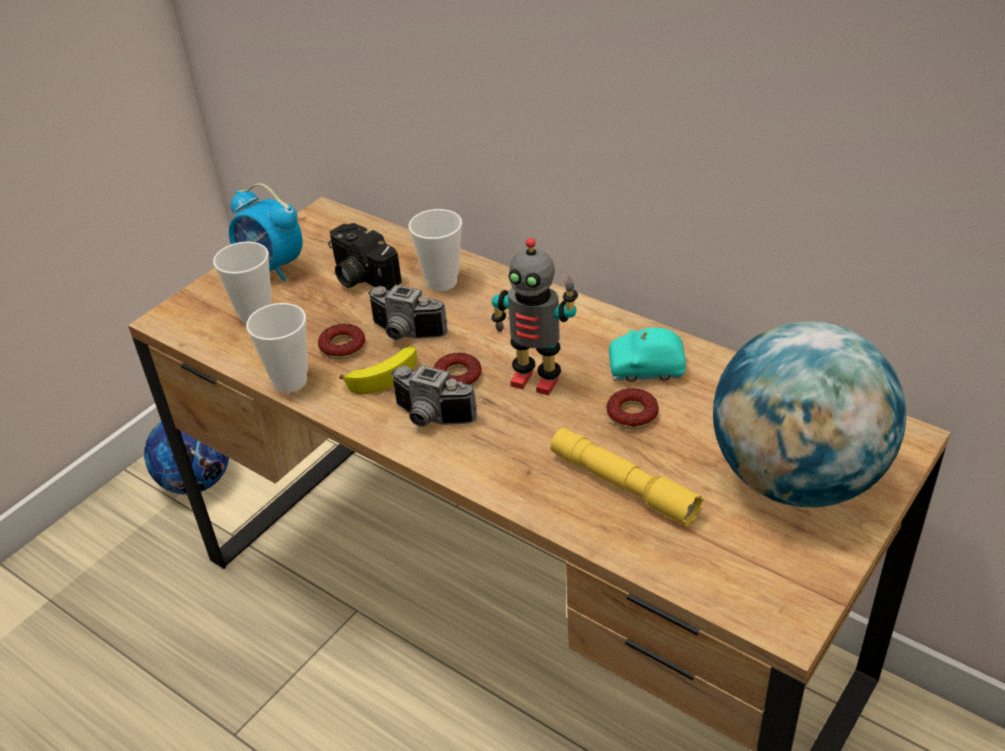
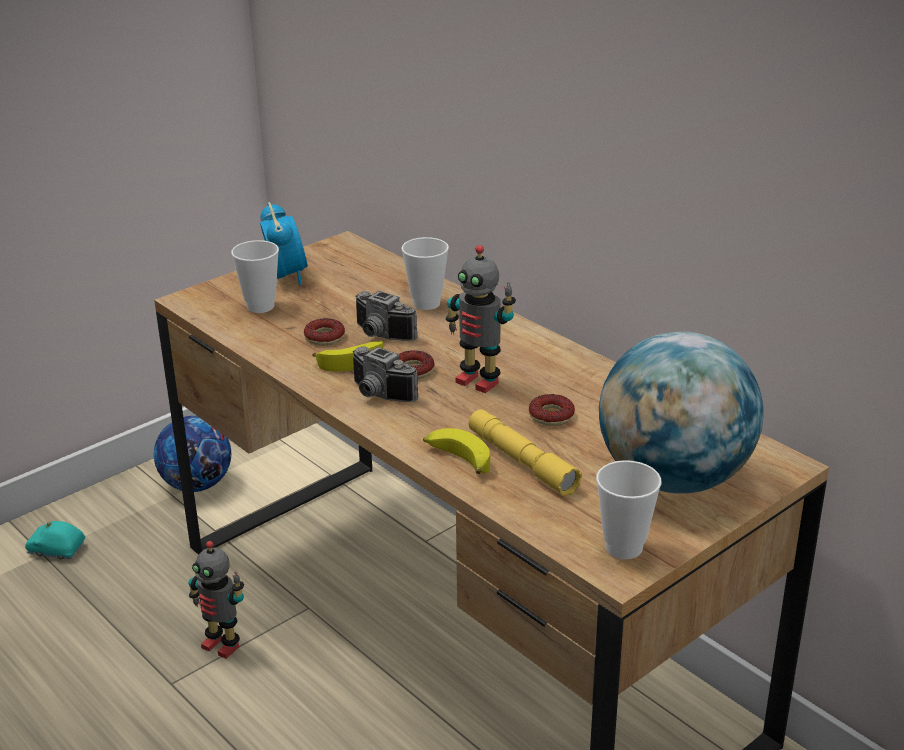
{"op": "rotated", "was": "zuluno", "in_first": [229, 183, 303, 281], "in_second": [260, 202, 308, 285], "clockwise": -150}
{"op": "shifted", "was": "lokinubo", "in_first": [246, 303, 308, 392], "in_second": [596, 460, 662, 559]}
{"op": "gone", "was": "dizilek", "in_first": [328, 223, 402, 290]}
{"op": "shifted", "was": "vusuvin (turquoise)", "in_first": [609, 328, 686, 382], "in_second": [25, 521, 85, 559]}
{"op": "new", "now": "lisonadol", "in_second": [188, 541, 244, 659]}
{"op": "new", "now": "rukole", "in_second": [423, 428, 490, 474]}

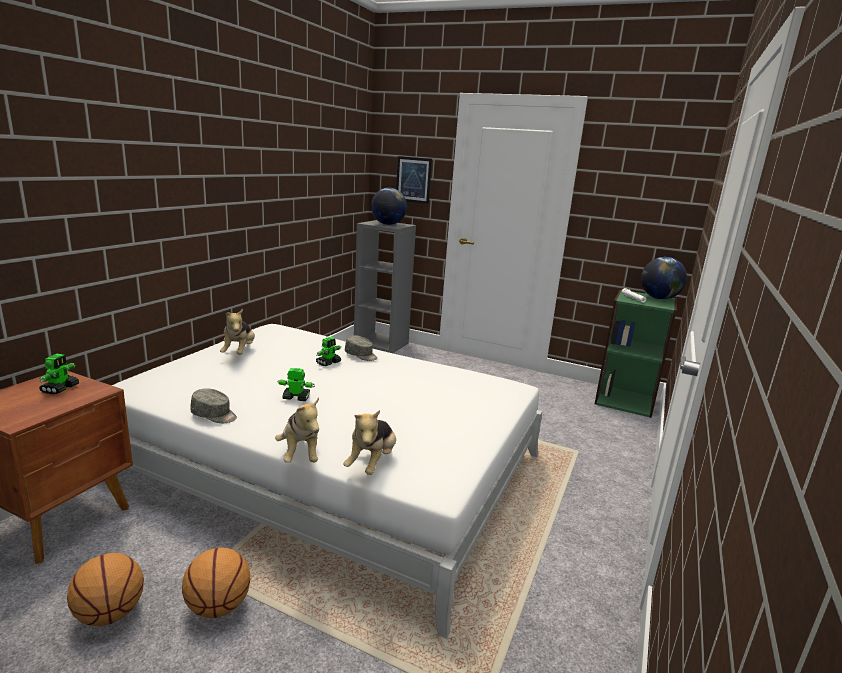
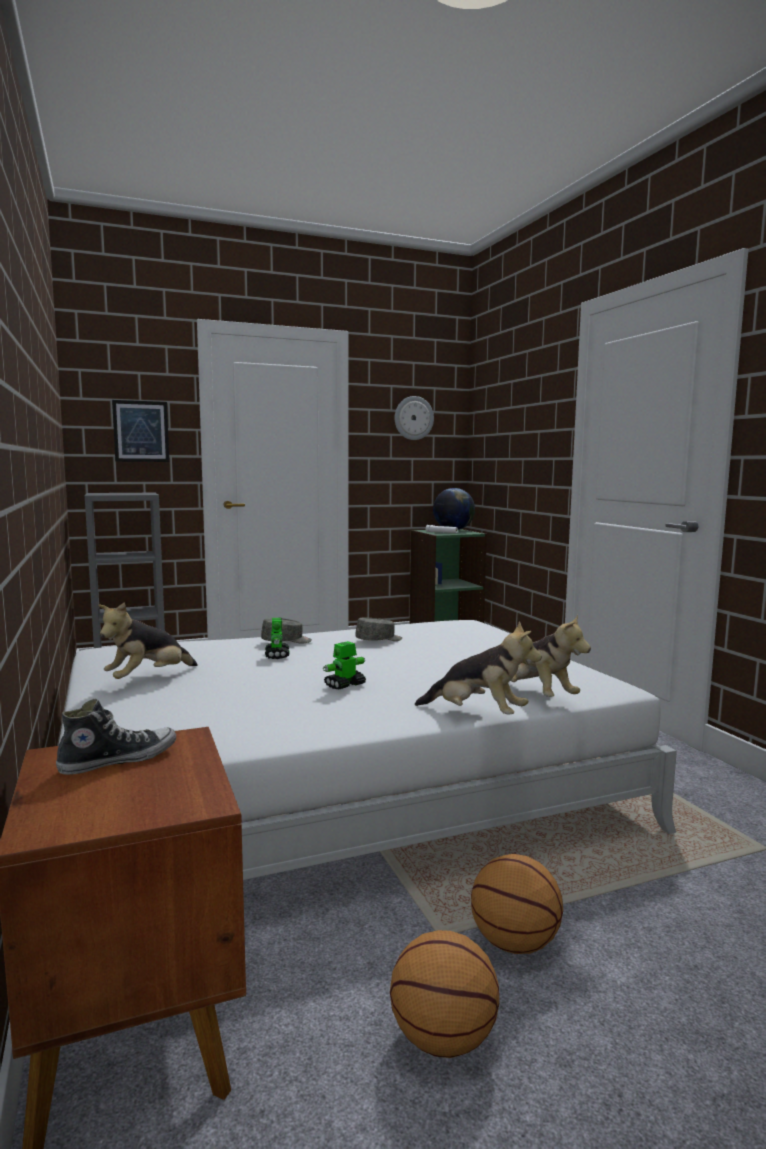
{"op": "swapped", "was": "lisonadol", "now": "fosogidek", "in_first": [39, 354, 79, 394], "in_second": [56, 699, 176, 775]}
{"op": "shifted", "was": "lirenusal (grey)", "in_first": [191, 388, 237, 423], "in_second": [355, 617, 402, 641]}
{"op": "rotated", "was": "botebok", "in_first": [220, 309, 255, 355], "in_second": [98, 602, 197, 679], "clockwise": 90}
{"op": "gone", "was": "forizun", "in_first": [371, 188, 407, 225]}
{"op": "new", "now": "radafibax", "in_second": [395, 396, 434, 440]}

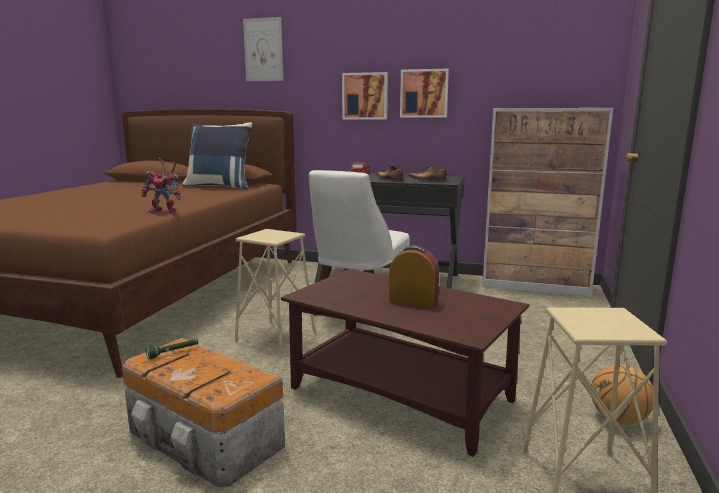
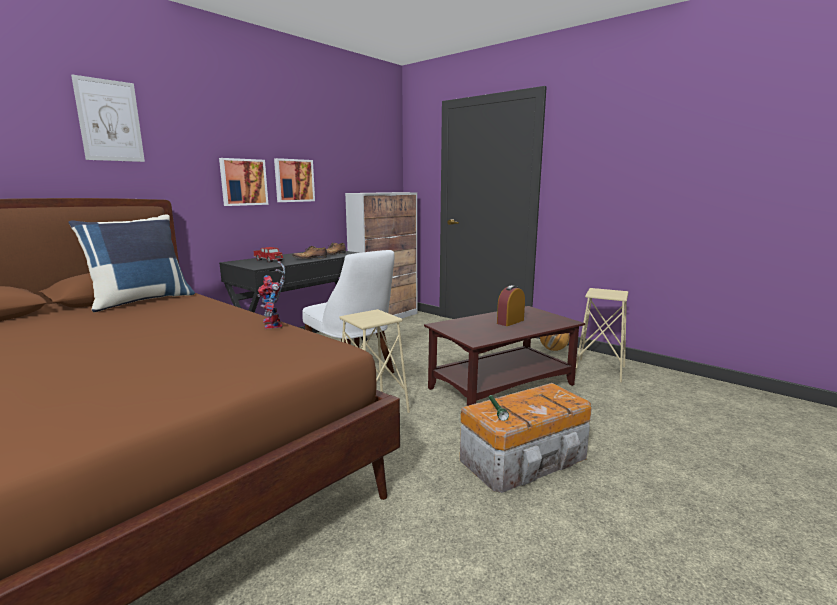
{"op": "rotated", "was": "lisonadol", "in_first": [142, 158, 181, 214], "in_second": [257, 261, 286, 329], "clockwise": 120}

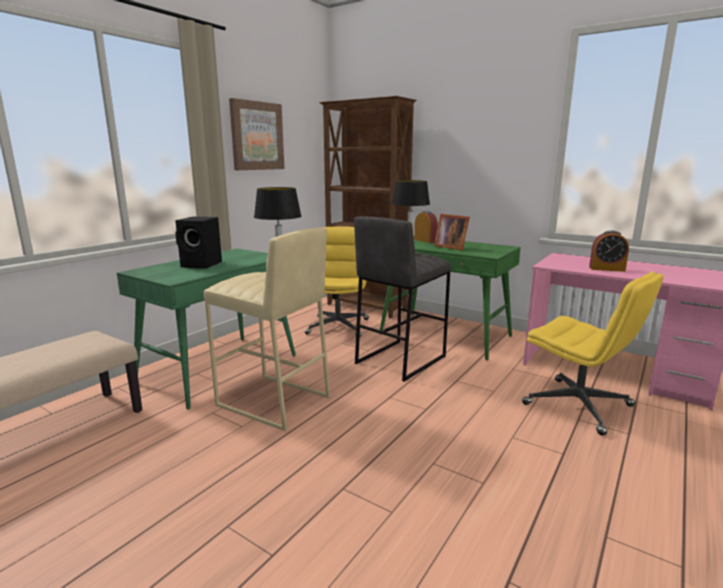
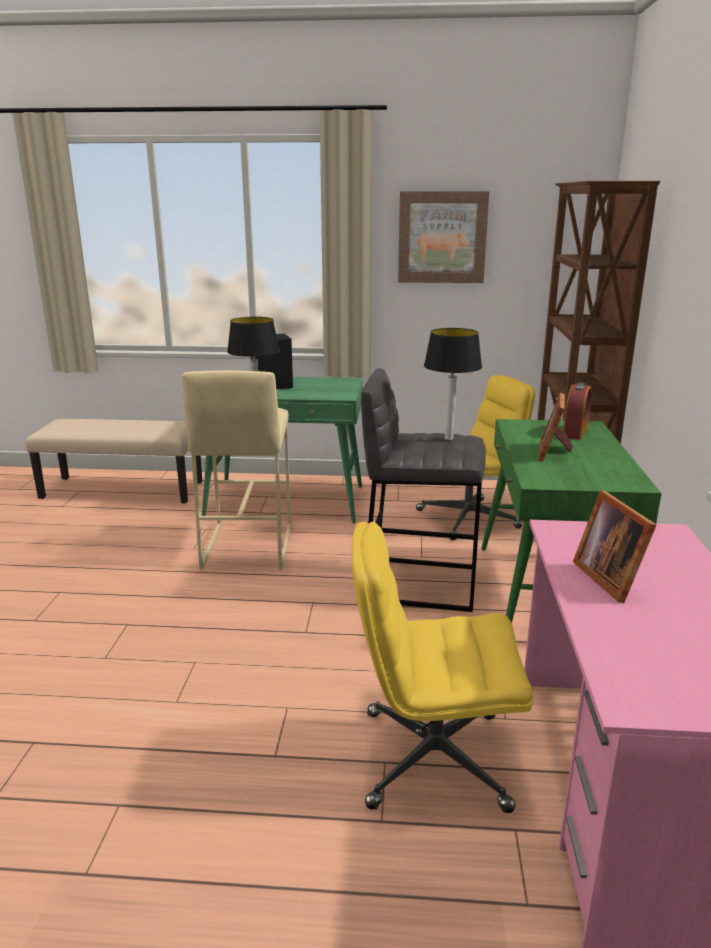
{"op": "rotated", "was": "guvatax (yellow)", "in_first": [522, 272, 664, 436], "in_second": [352, 522, 533, 813], "clockwise": 75}
{"op": "swapped", "was": "zuluno", "now": "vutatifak", "in_first": [589, 230, 629, 272], "in_second": [573, 490, 656, 603]}

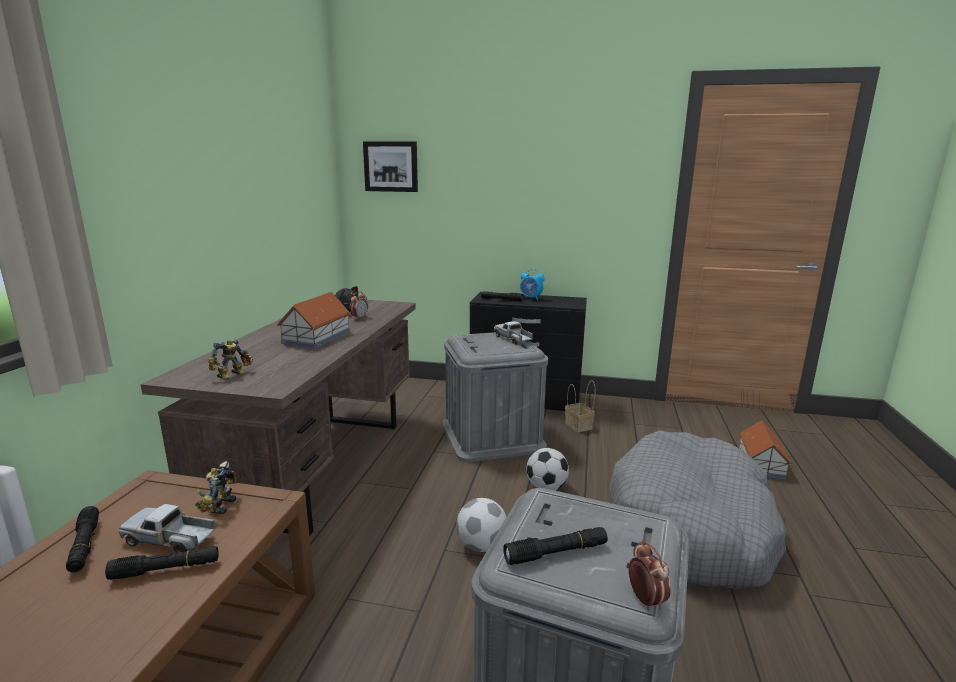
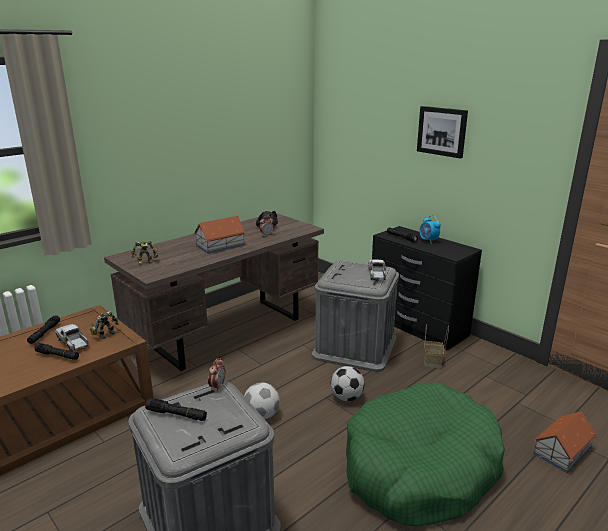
{"op": "shifted", "was": "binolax", "in_first": [363, 141, 418, 192], "in_second": [417, 106, 468, 159]}
{"op": "repainted", "was": "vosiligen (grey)", "now": "vosiligen (green)", "in_first": [609, 430, 786, 589], "in_second": [346, 383, 505, 526]}
{"op": "shifted", "was": "zuluno", "in_first": [629, 541, 671, 611], "in_second": [208, 358, 226, 391]}

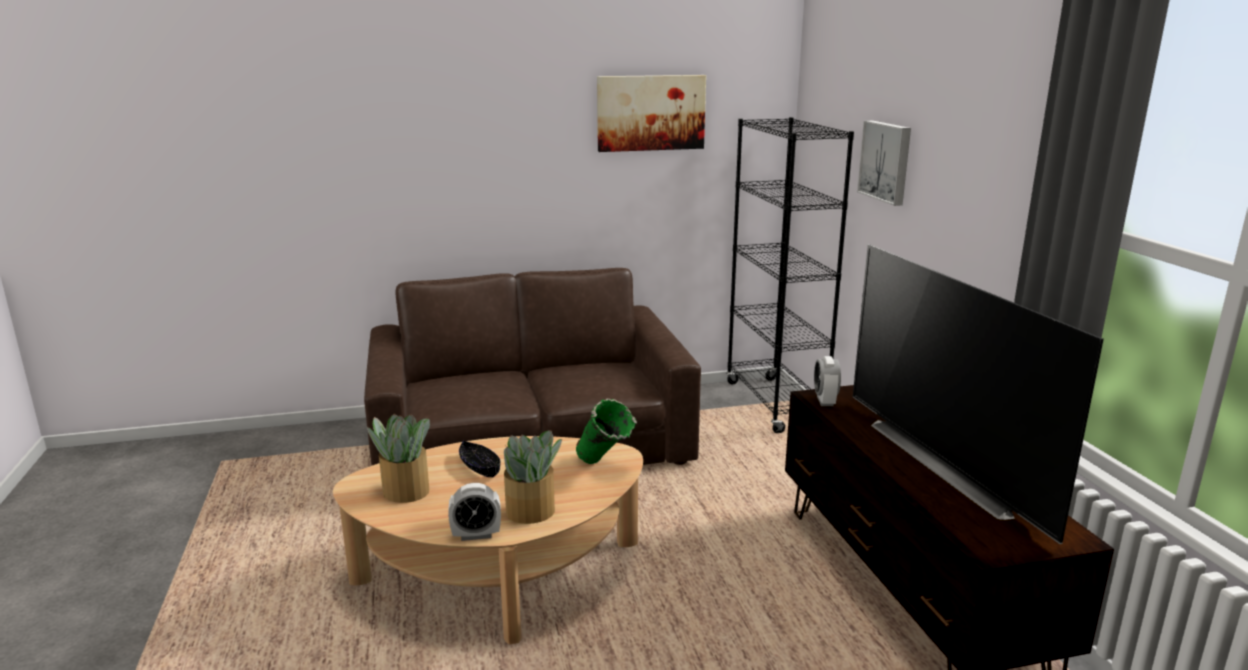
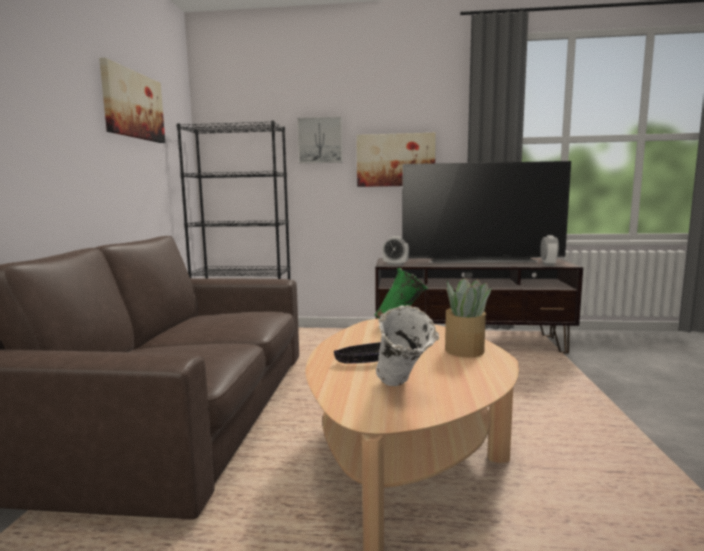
{"op": "swapped", "was": "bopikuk", "now": "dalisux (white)", "in_first": [367, 414, 430, 503], "in_second": [376, 305, 439, 386]}
{"op": "shifted", "was": "zuluno", "in_first": [448, 483, 501, 541], "in_second": [540, 235, 559, 266]}
{"op": "new", "now": "binolax", "in_second": [357, 133, 436, 187]}

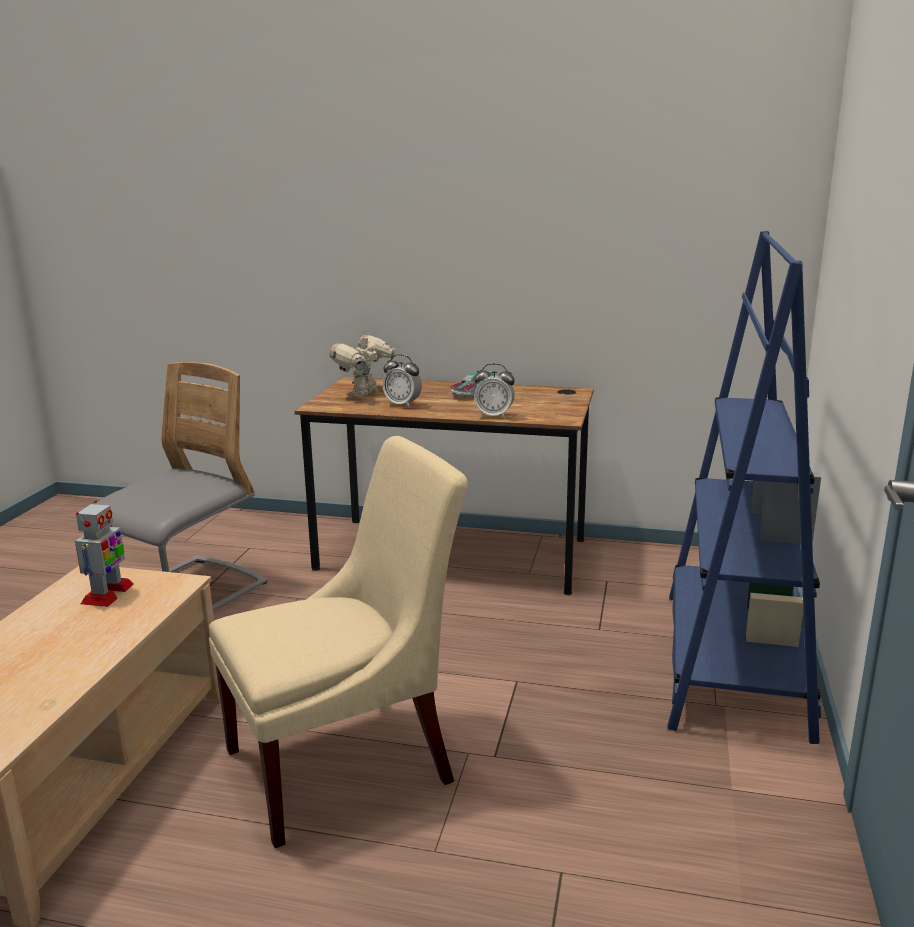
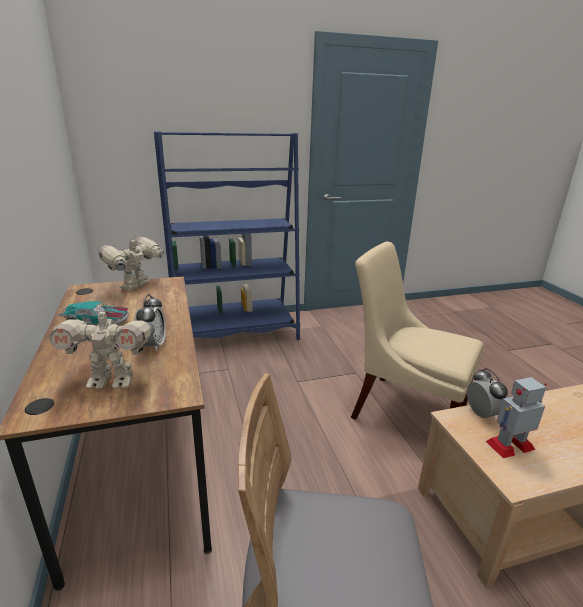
{"op": "shifted", "was": "zuluno", "in_first": [474, 363, 515, 419], "in_second": [467, 368, 508, 420]}
{"op": "new", "now": "lisonadol", "in_second": [99, 236, 164, 291]}

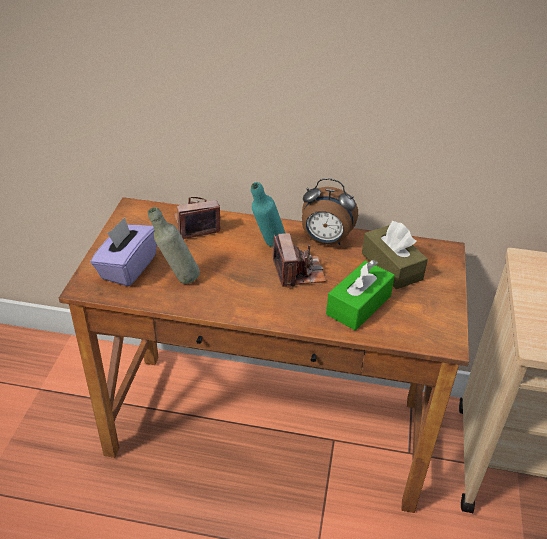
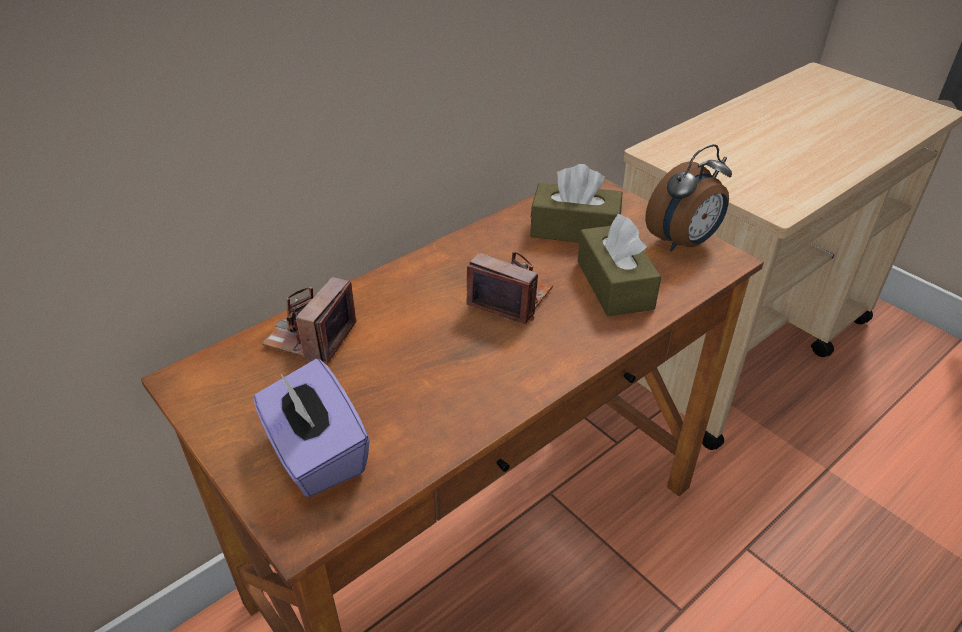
{"op": "gone", "was": "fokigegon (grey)", "in_first": [148, 207, 200, 284]}
{"op": "gone", "was": "fokigegon (turquoise)", "in_first": [251, 182, 285, 247]}
{"op": "shifted", "was": "zuluno", "in_first": [302, 178, 358, 245], "in_second": [645, 144, 732, 252]}
{"op": "repainted", "was": "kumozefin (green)", "now": "kumozefin (brown)", "in_first": [326, 260, 395, 331], "in_second": [578, 214, 661, 317]}

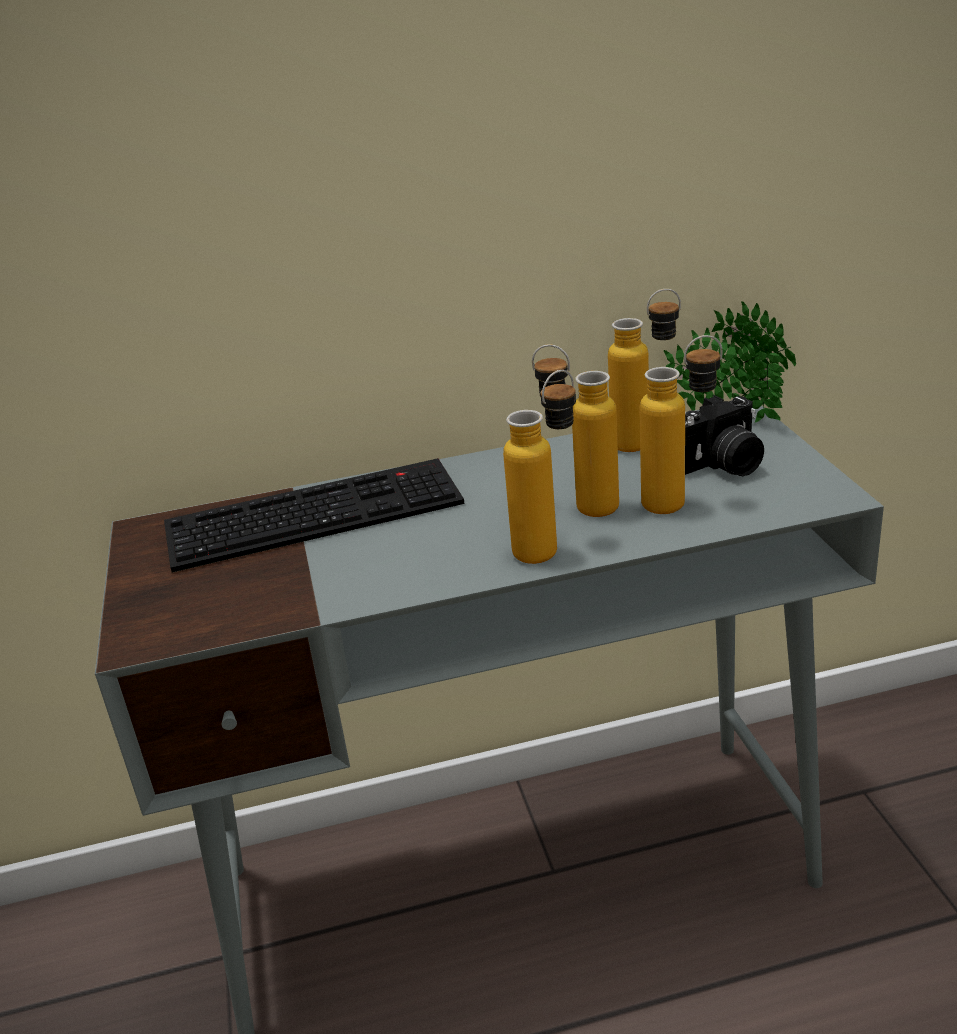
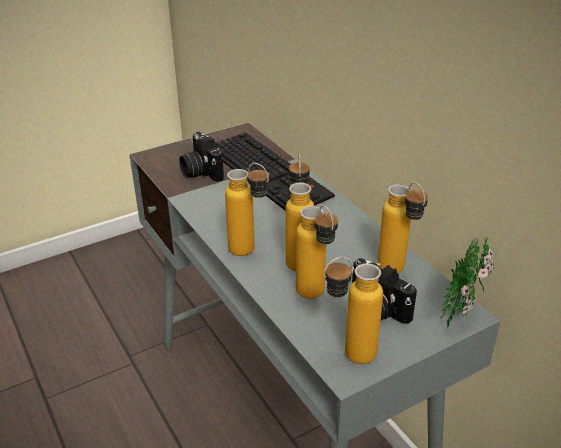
{"op": "new", "now": "dizilek", "in_second": [179, 132, 224, 182]}
{"op": "new", "now": "fokigegon", "in_second": [324, 257, 383, 364]}

